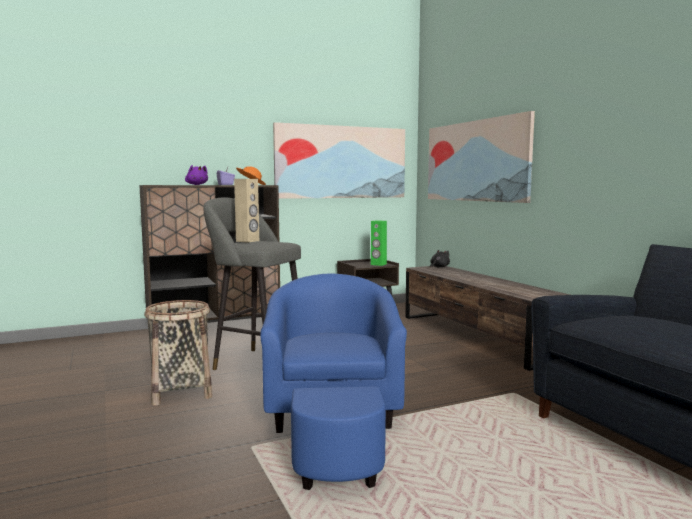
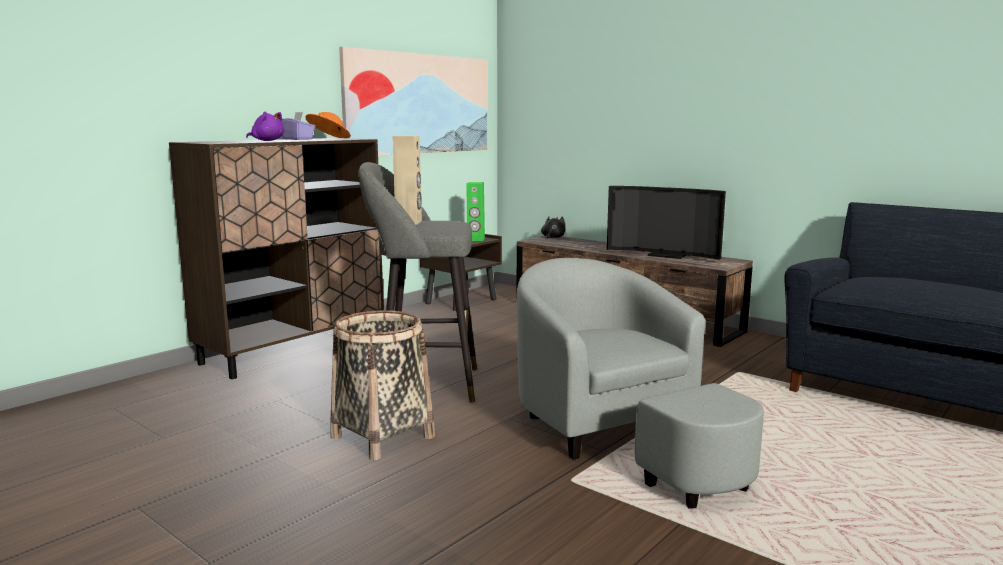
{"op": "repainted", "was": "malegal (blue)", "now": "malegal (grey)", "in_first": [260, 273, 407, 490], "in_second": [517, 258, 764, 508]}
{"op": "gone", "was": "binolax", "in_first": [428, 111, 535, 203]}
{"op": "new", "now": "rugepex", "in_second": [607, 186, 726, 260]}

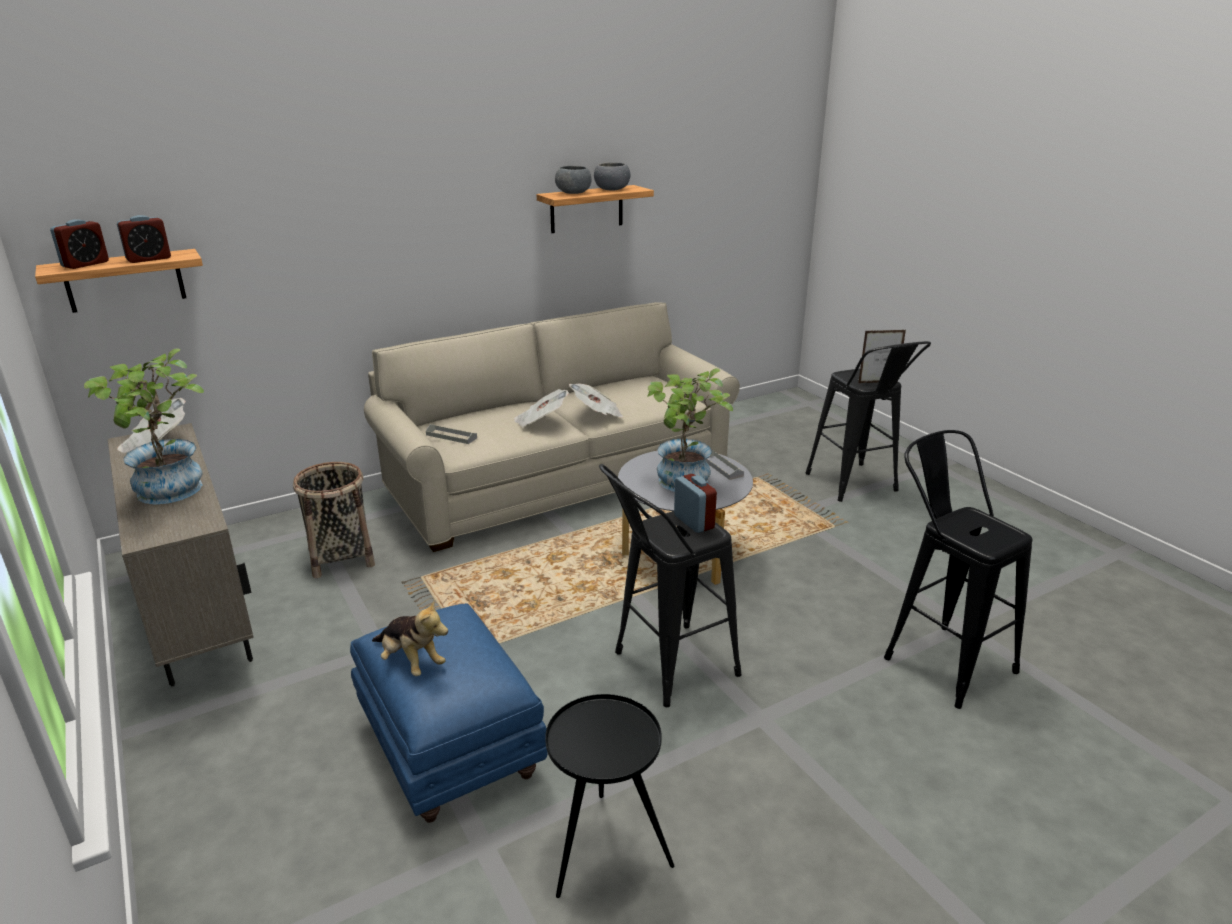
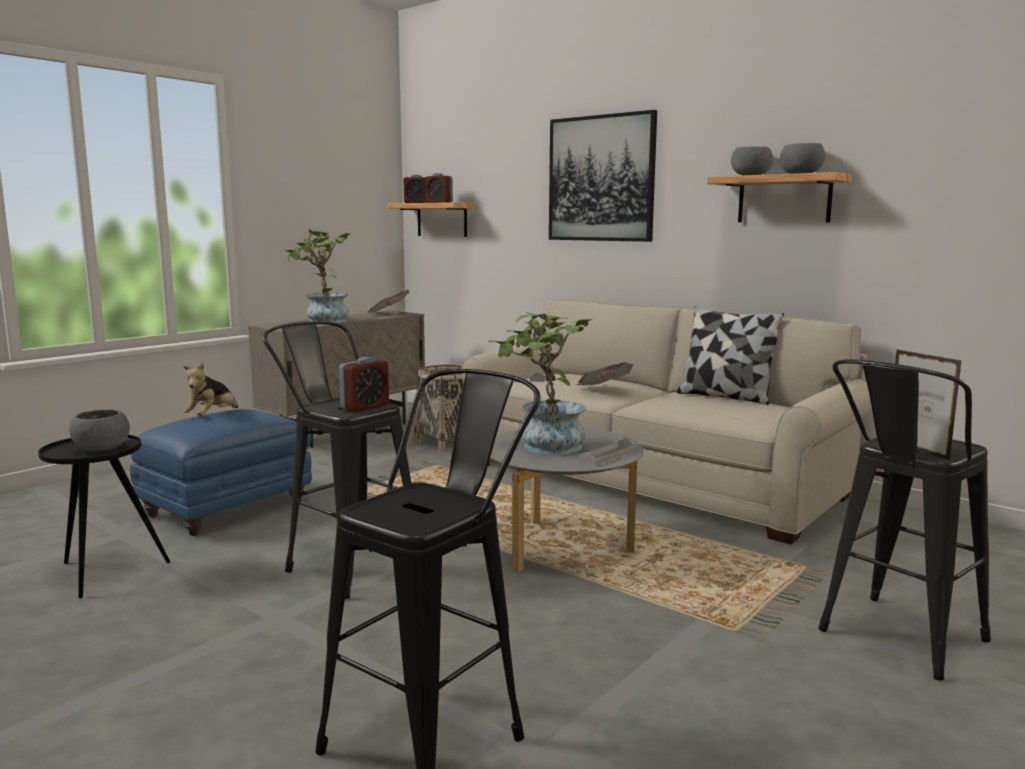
{"op": "gone", "was": "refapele", "in_first": [569, 383, 623, 418]}
{"op": "new", "now": "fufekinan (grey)", "in_second": [69, 409, 130, 451]}
{"op": "new", "now": "binolax", "in_second": [549, 110, 657, 242]}
{"op": "new", "now": "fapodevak", "in_second": [677, 306, 784, 405]}

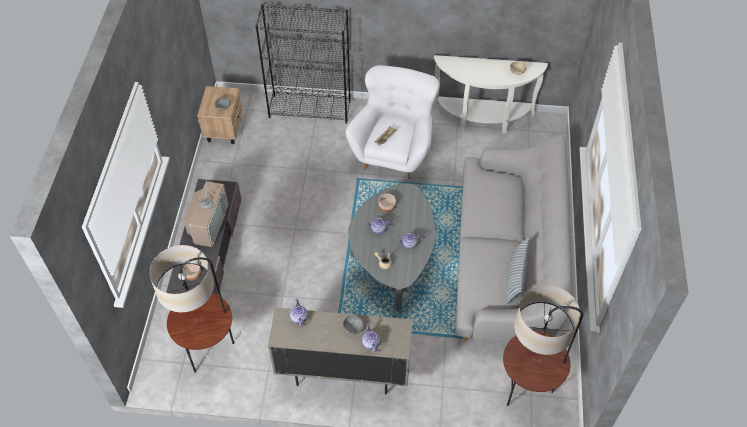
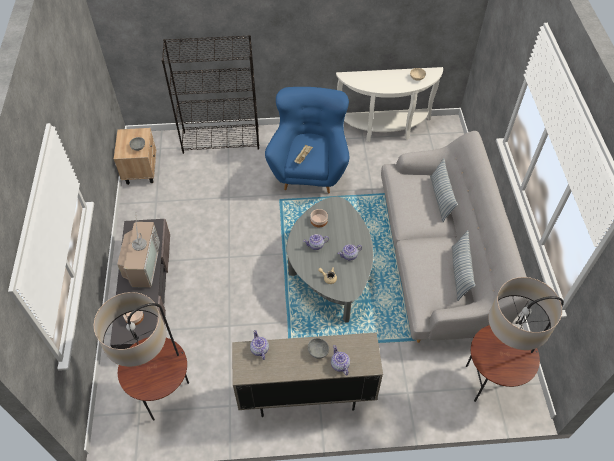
{"op": "repainted", "was": "malegal (white)", "now": "malegal (blue)", "in_first": [346, 65, 439, 179], "in_second": [265, 87, 349, 193]}
{"op": "new", "now": "fapodevak", "in_second": [430, 158, 458, 222]}

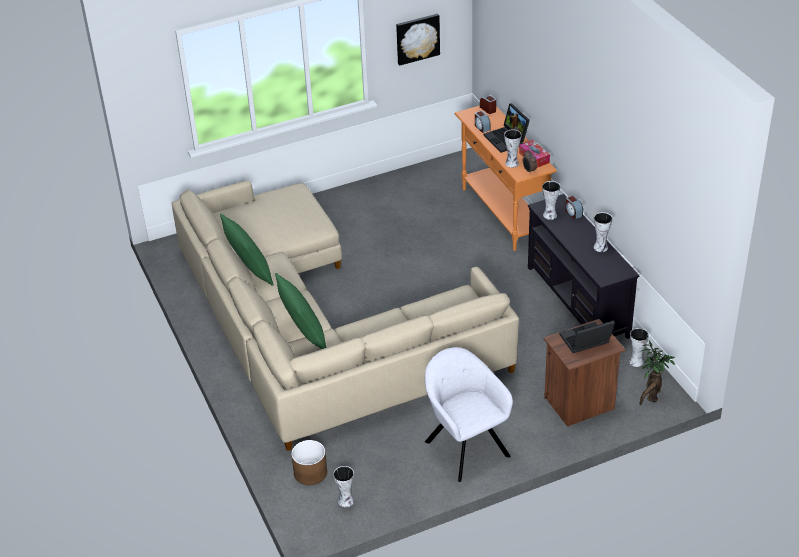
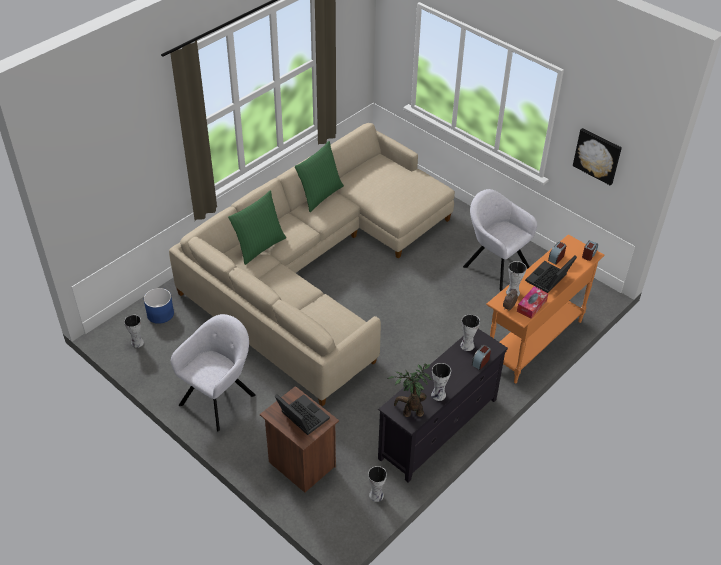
{"op": "repainted", "was": "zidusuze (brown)", "now": "zidusuze (blue)", "in_first": [291, 440, 327, 485], "in_second": [144, 288, 174, 324]}
{"op": "shifted", "was": "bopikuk", "in_first": [639, 341, 675, 406], "in_second": [388, 364, 432, 417]}
{"op": "new", "now": "malegal (grey)", "in_second": [463, 189, 537, 291]}

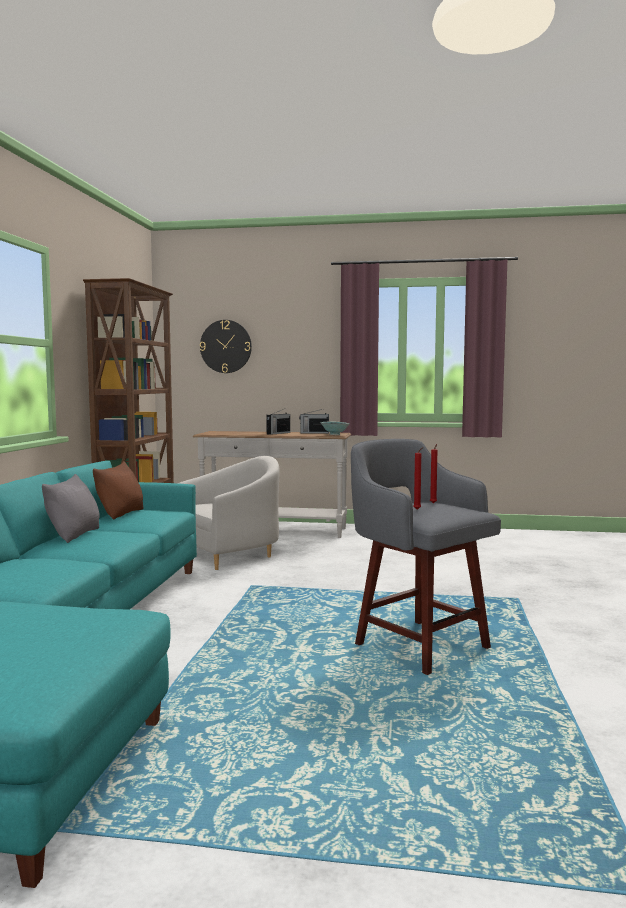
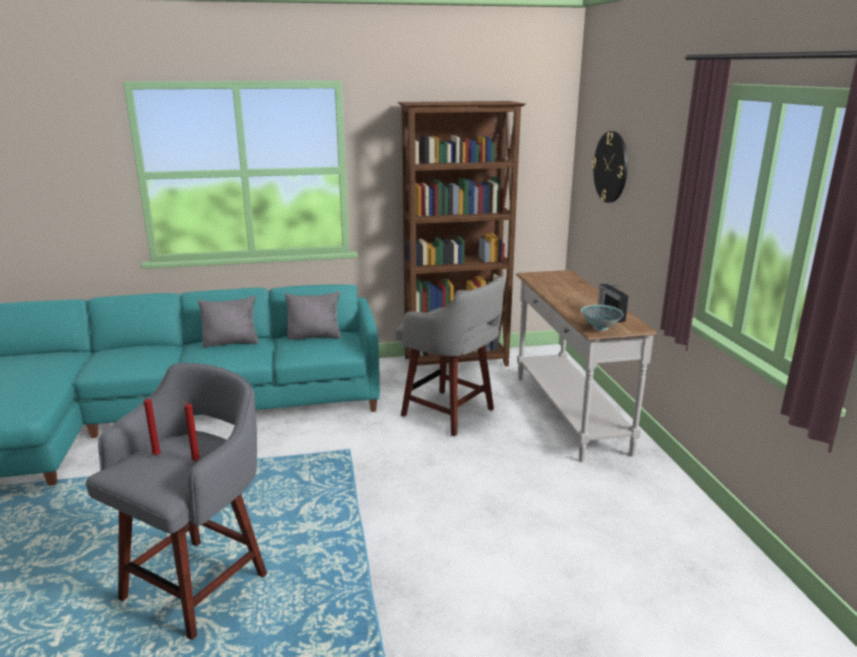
{"op": "repainted", "was": "fapodevak (brown)", "now": "fapodevak (grey)", "in_first": [93, 461, 143, 520], "in_second": [285, 291, 341, 340]}
{"op": "swapped", "was": "malegal (white)", "now": "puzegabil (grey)", "in_first": [178, 456, 280, 570], "in_second": [395, 276, 504, 436]}
{"op": "gone", "was": "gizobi", "in_first": [266, 408, 290, 435]}

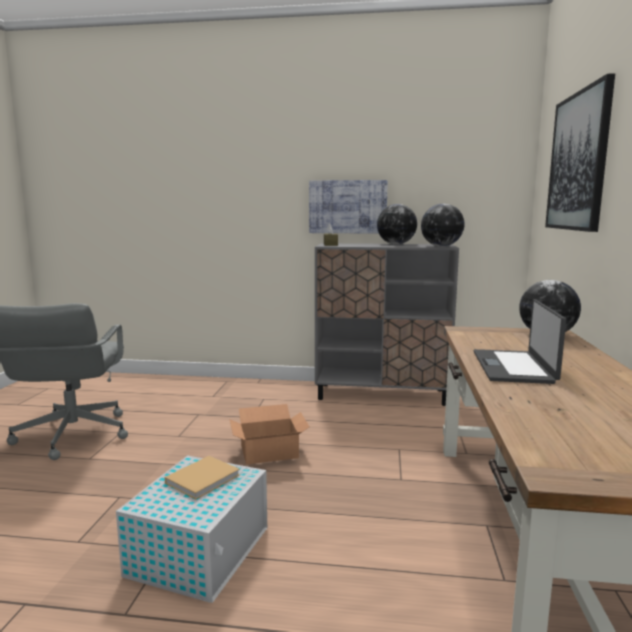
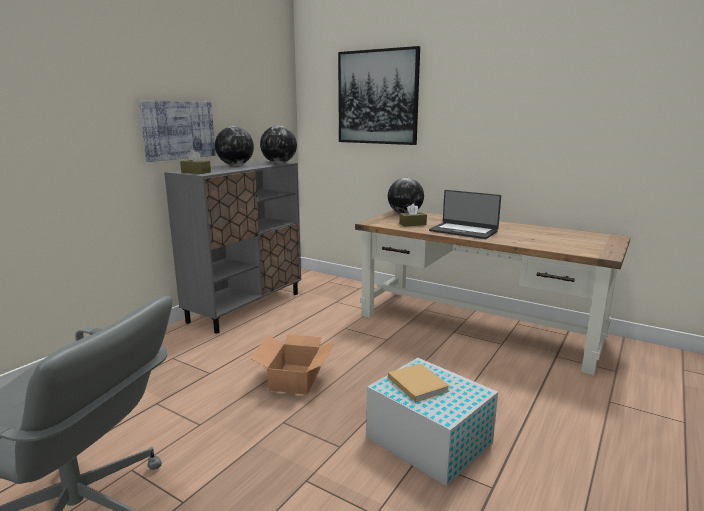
{"op": "new", "now": "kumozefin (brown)", "in_second": [399, 204, 427, 227]}

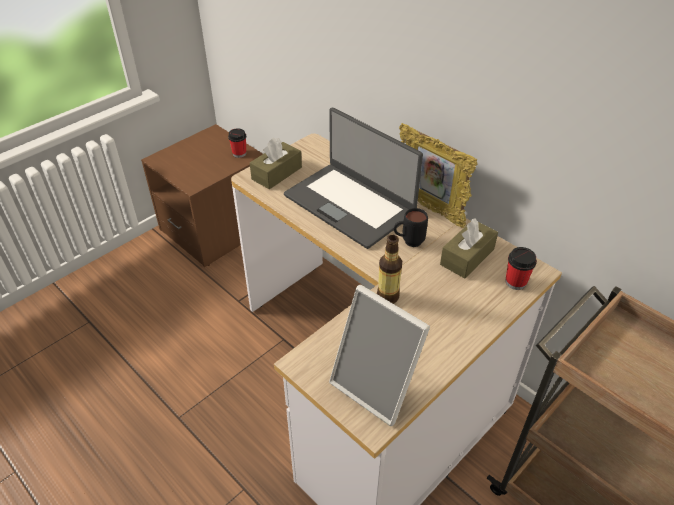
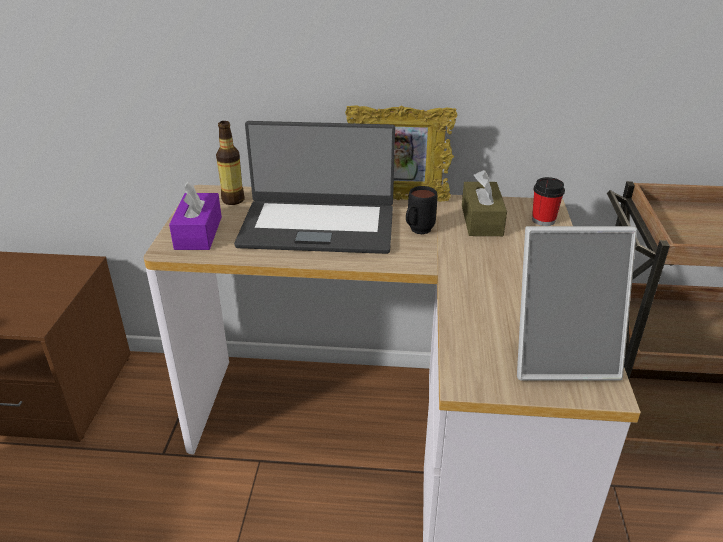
{"op": "gone", "was": "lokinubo", "in_first": [228, 128, 246, 158]}
{"op": "repainted", "was": "kumozefin (brown)", "now": "kumozefin (purple)", "in_first": [250, 138, 302, 189], "in_second": [169, 182, 222, 250]}
{"op": "shifted", "was": "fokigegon", "in_first": [377, 235, 402, 304], "in_second": [216, 121, 245, 205]}

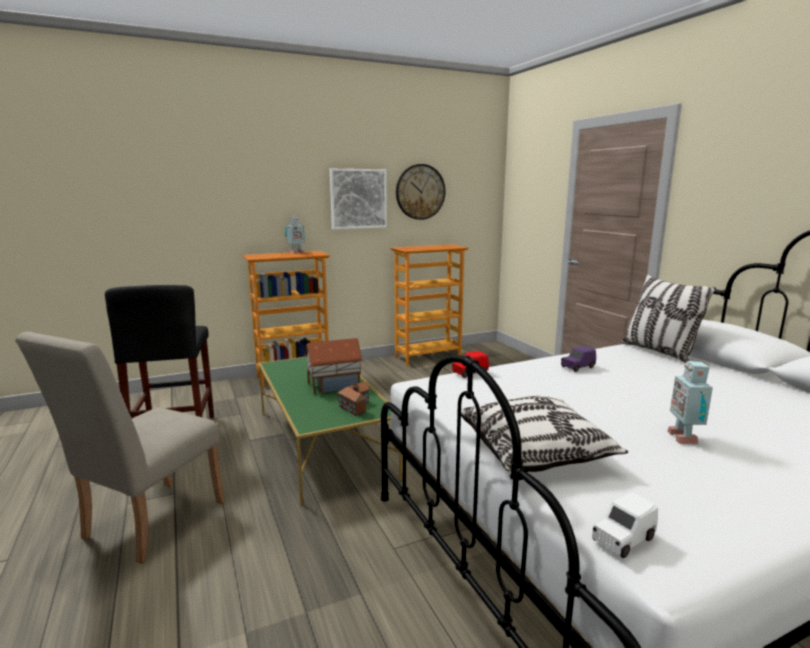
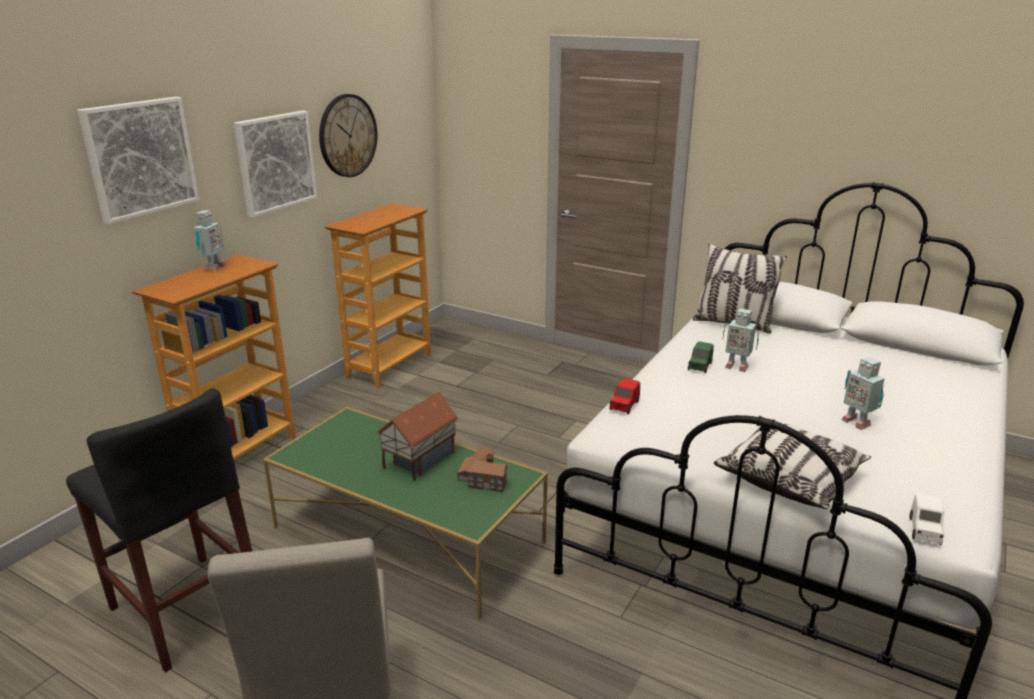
{"op": "repainted", "was": "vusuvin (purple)", "now": "vusuvin (green)", "in_first": [561, 346, 596, 372], "in_second": [688, 341, 714, 373]}
{"op": "new", "now": "binolax", "in_second": [77, 97, 199, 224]}
{"op": "new", "now": "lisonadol", "in_second": [722, 308, 759, 372]}

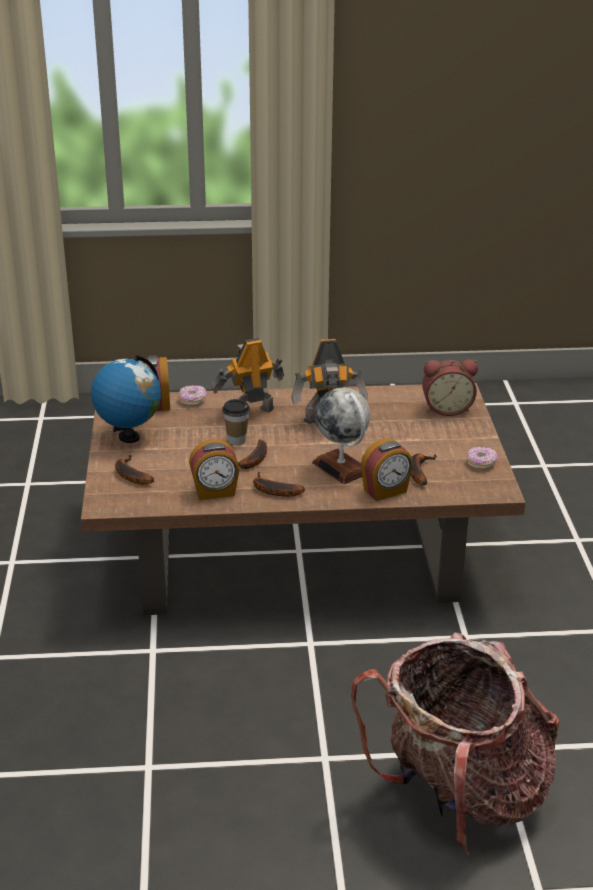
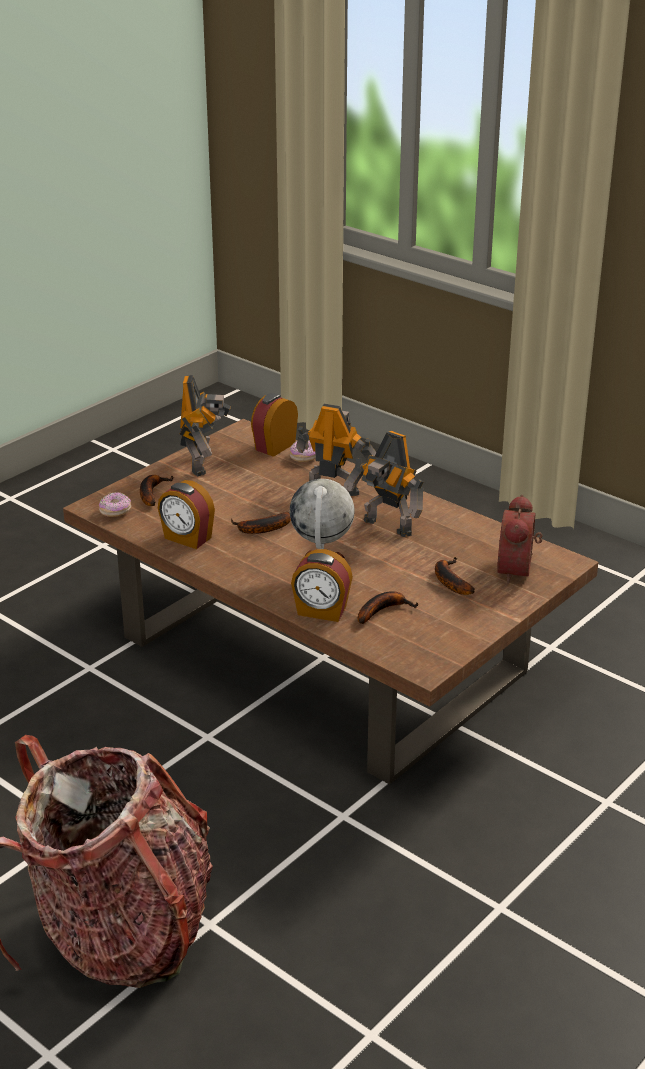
{"op": "swapped", "was": "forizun", "now": "lisonadol", "in_first": [91, 355, 161, 443], "in_second": [180, 375, 231, 476]}
{"op": "gone", "was": "lokinubo", "in_first": [222, 399, 250, 445]}
{"op": "shifted", "was": "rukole", "in_first": [253, 472, 305, 497], "in_second": [435, 557, 475, 595]}
{"op": "rotated", "was": "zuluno", "in_first": [422, 359, 478, 416], "in_second": [497, 494, 543, 584], "clockwise": 60}
{"op": "shifted", "was": "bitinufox", "in_first": [467, 447, 497, 470], "in_second": [99, 492, 131, 517]}

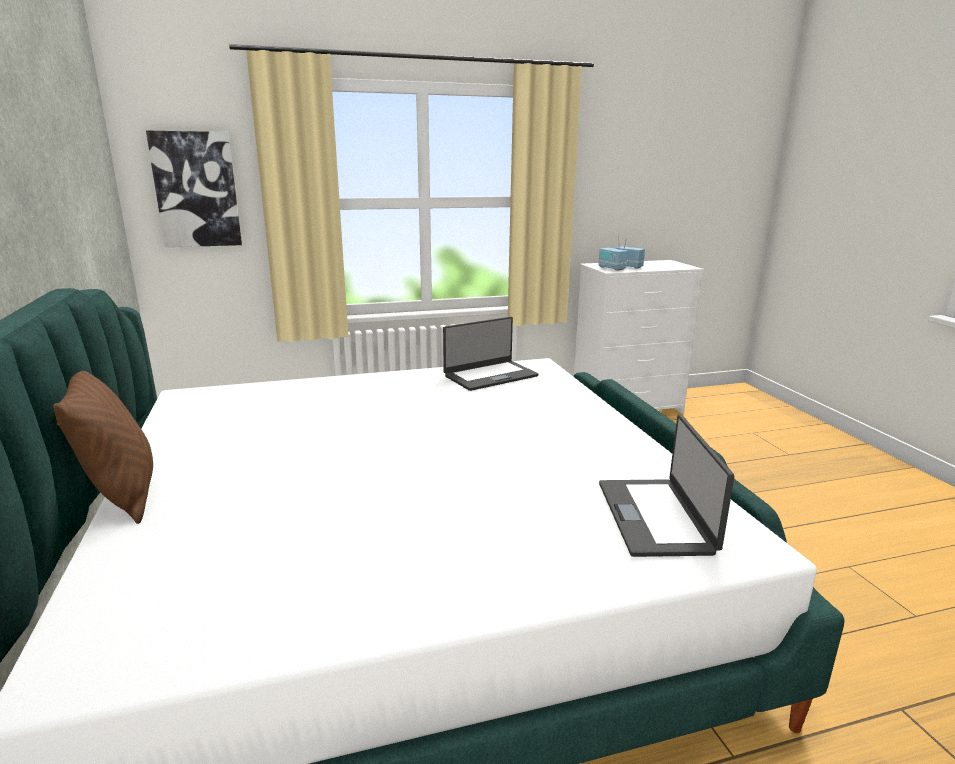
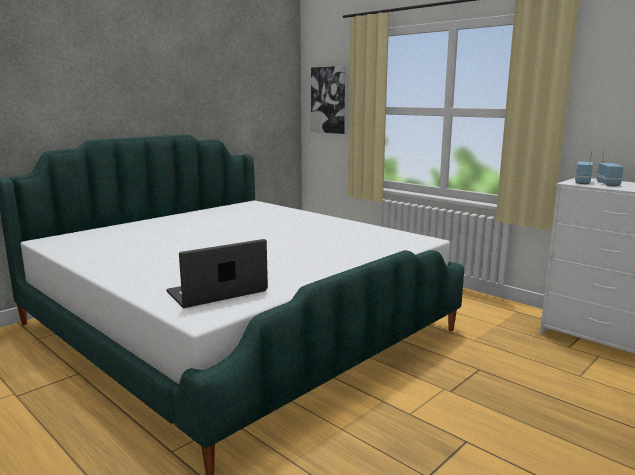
{"op": "gone", "was": "fapodevak (brown)", "in_first": [53, 371, 153, 524]}
{"op": "gone", "was": "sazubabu", "in_first": [443, 317, 538, 391]}

